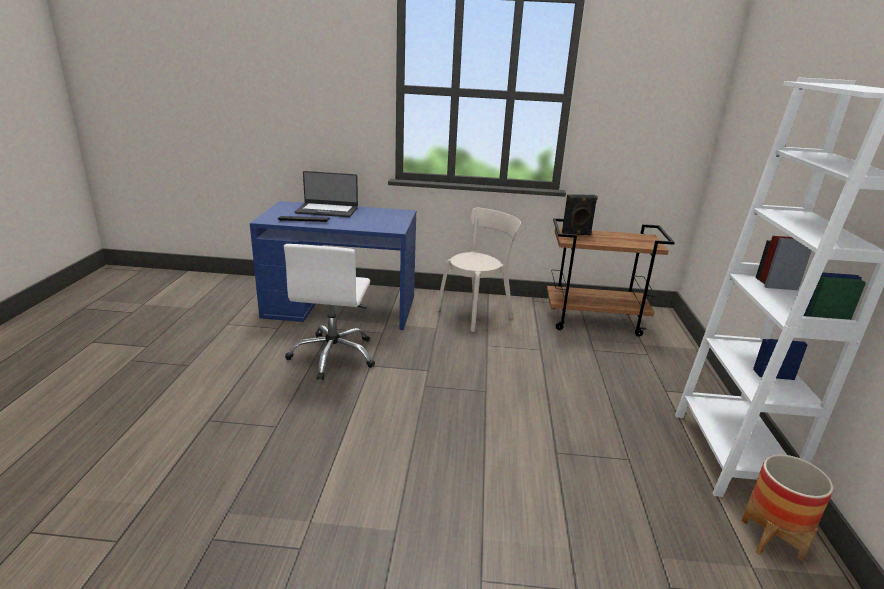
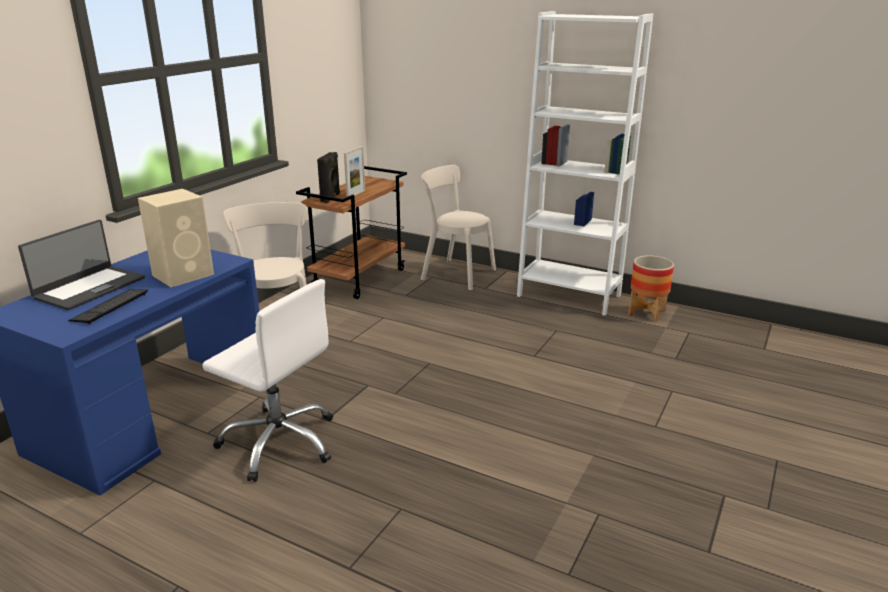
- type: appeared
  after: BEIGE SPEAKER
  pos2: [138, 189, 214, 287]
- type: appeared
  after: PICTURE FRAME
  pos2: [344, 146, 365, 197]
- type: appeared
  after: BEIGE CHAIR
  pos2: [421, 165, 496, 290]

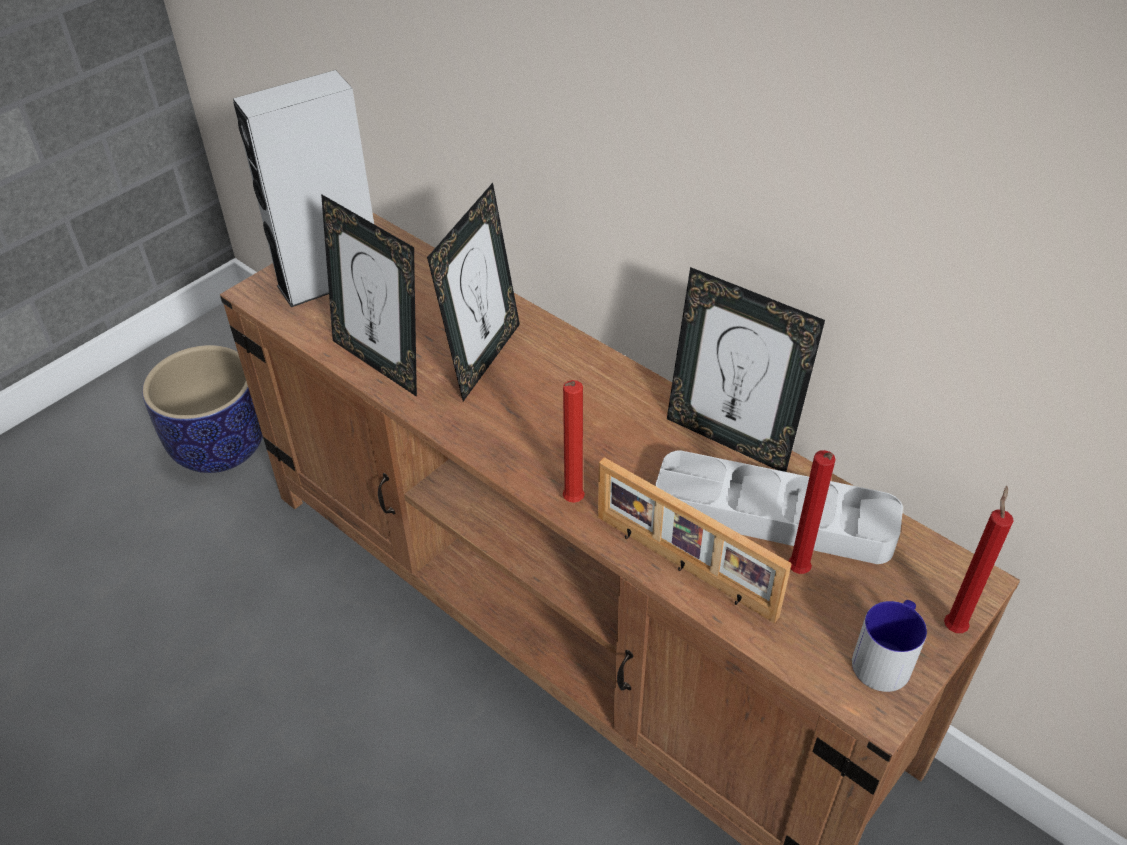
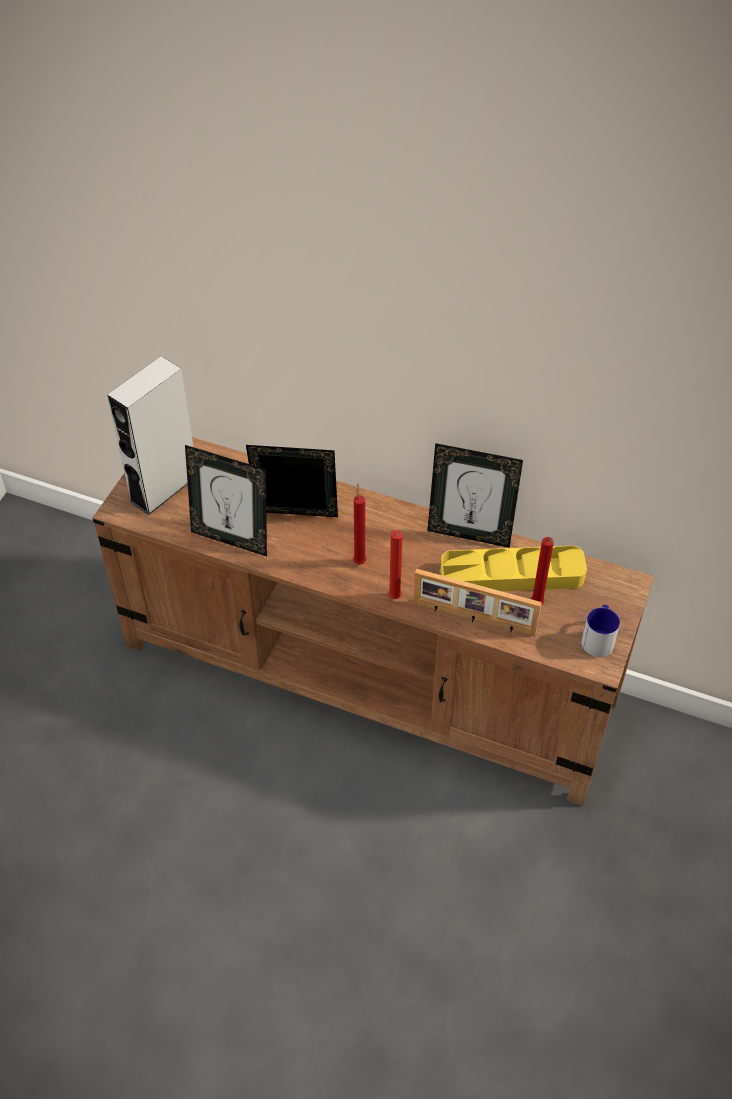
- type: missing
  before: PLANTER
  pos1: [142, 345, 263, 473]
- type: spun
  before: PICTURE FRAME
  pos1: [427, 183, 520, 401]
  pos2: [246, 445, 338, 517]
  turn: -90
- type: colour
  before: GREY TRAY
  after: YELLOW TRAY
  pos1: [656, 450, 903, 564]
  pos2: [440, 546, 587, 591]
- type: relocated
  before: RED CANDLE
  pos1: [944, 486, 1014, 633]
  pos2: [353, 483, 366, 564]

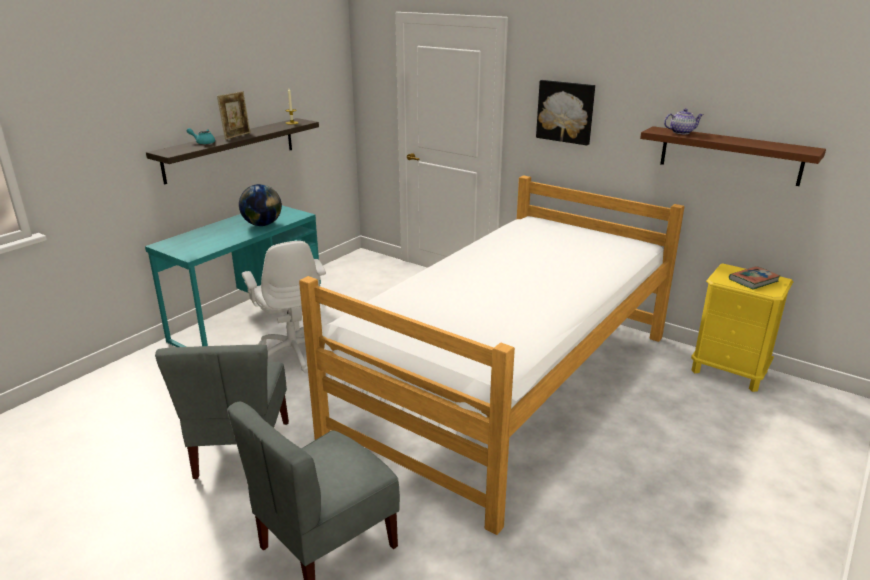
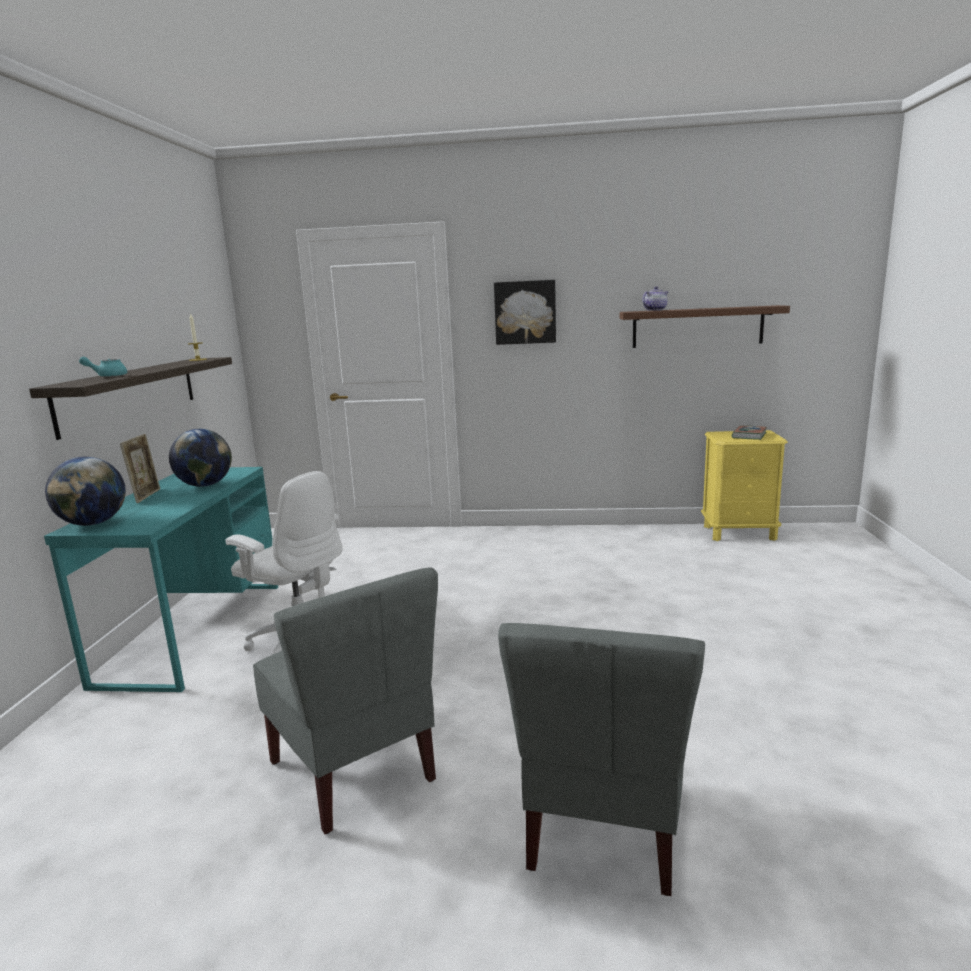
- type: relocated
  before: PICTURE FRAME
  pos1: [217, 91, 250, 140]
  pos2: [120, 434, 160, 503]
- type: missing
  before: BED
  pos1: [299, 175, 684, 535]
- type: appeared
  after: GLOBE
  pos2: [45, 457, 126, 526]

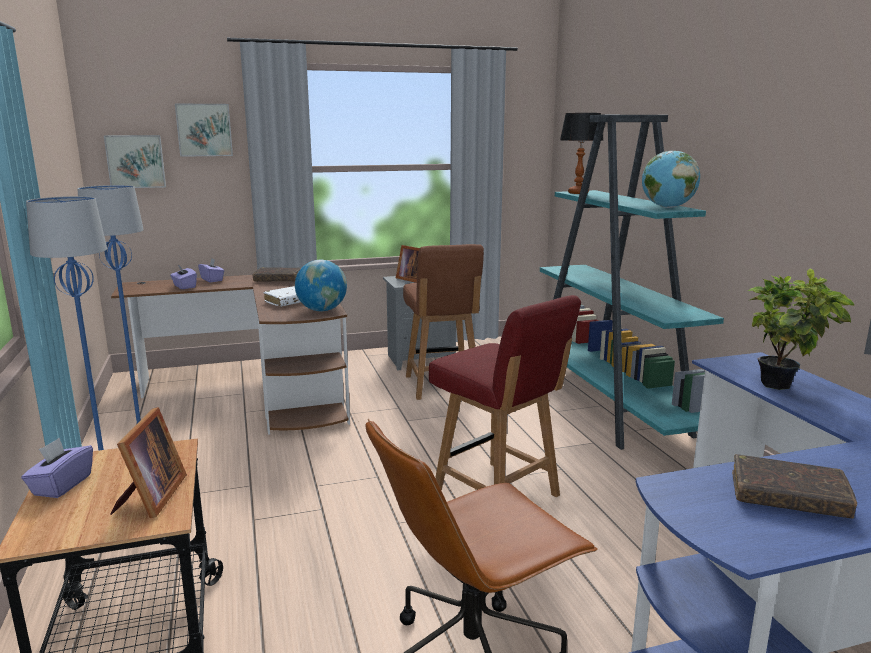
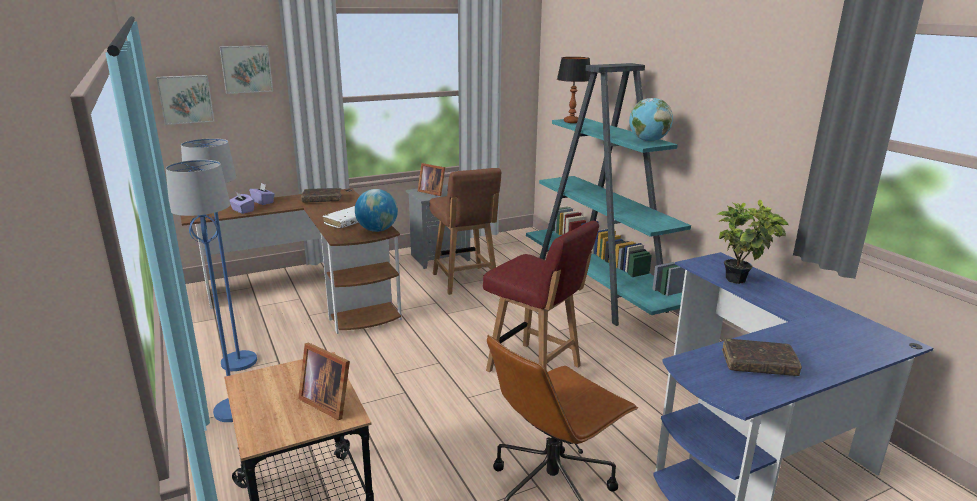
- type: missing
  before: PURPLE TISSUE BOX
  pos1: [21, 438, 93, 498]
- type: spun
  before: PICTURE FRAME
  pos1: [110, 407, 187, 518]
  pos2: [298, 343, 350, 420]
  turn: 135

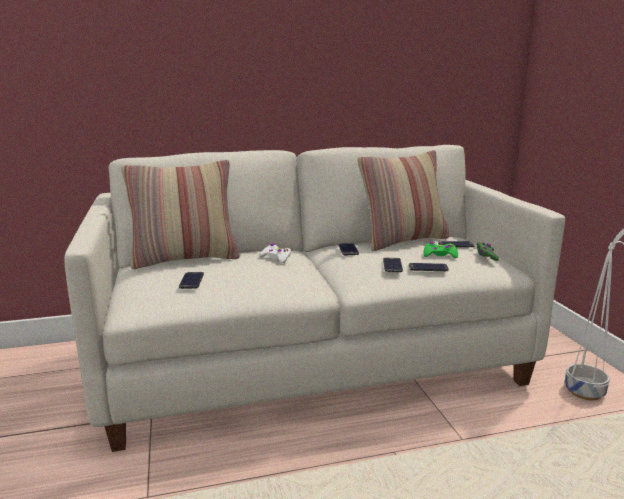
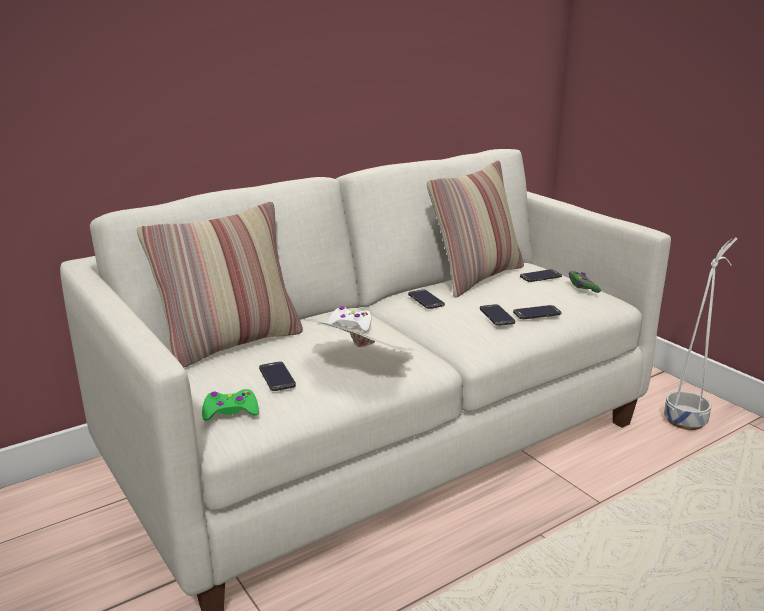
- type: relocated
  before: GREEN GAME CONTROLLER
  pos1: [423, 242, 458, 258]
  pos2: [202, 389, 259, 421]
- type: appeared
  after: NEWSPAPER
  pos2: [305, 319, 415, 354]

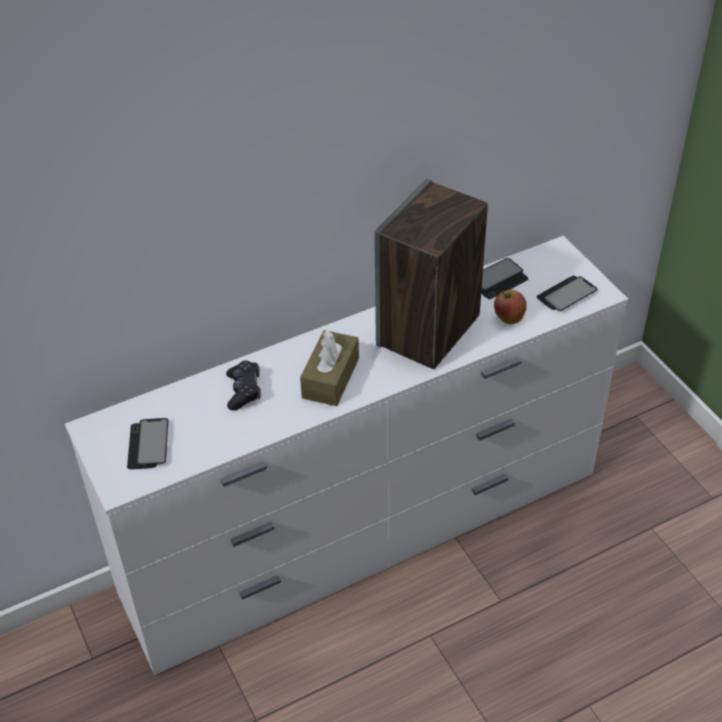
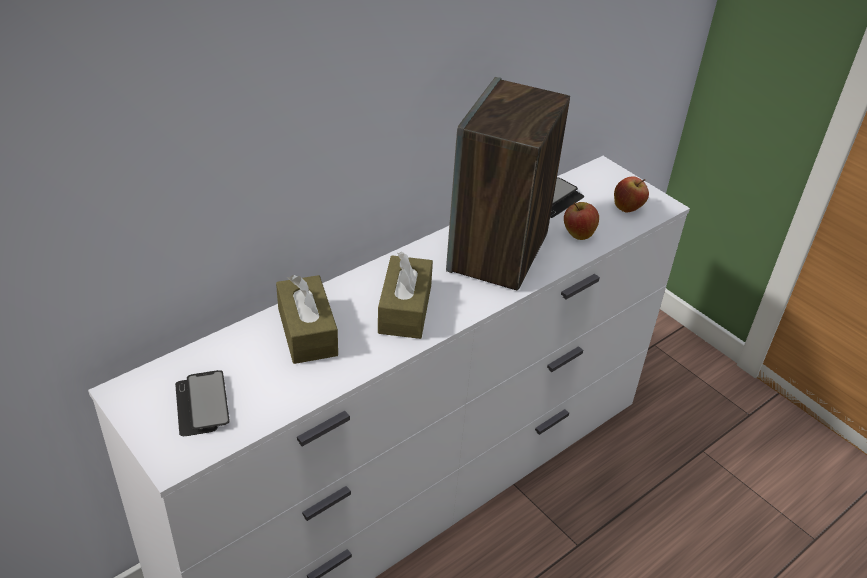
- type: exchanged
  before: BLACK GAME CONTROLLER
  after: BROWN TISSUE BOX
  pos1: [226, 360, 261, 410]
  pos2: [276, 275, 338, 364]
- type: exchanged
  before: PHONE
  after: APPLE
  pos1: [537, 276, 598, 311]
  pos2: [614, 177, 649, 212]

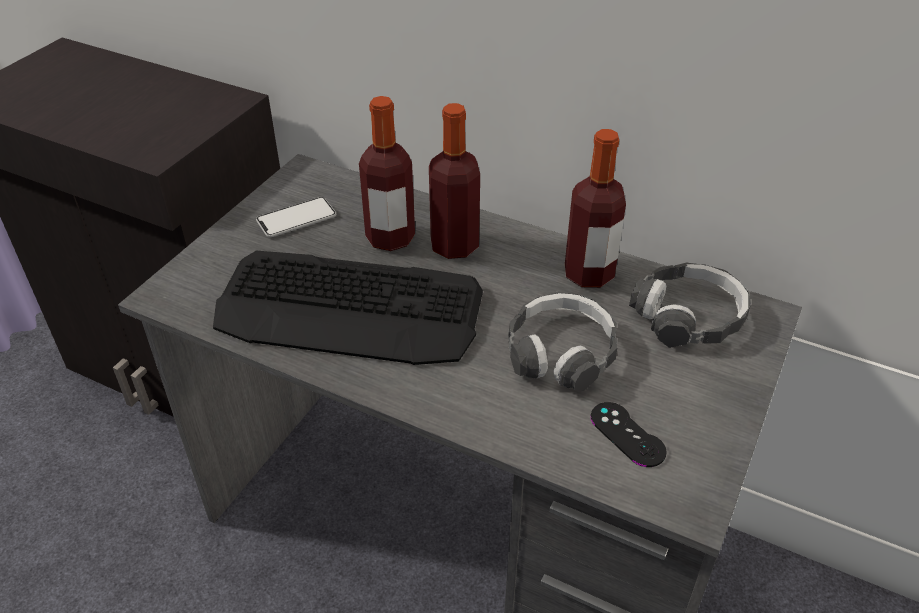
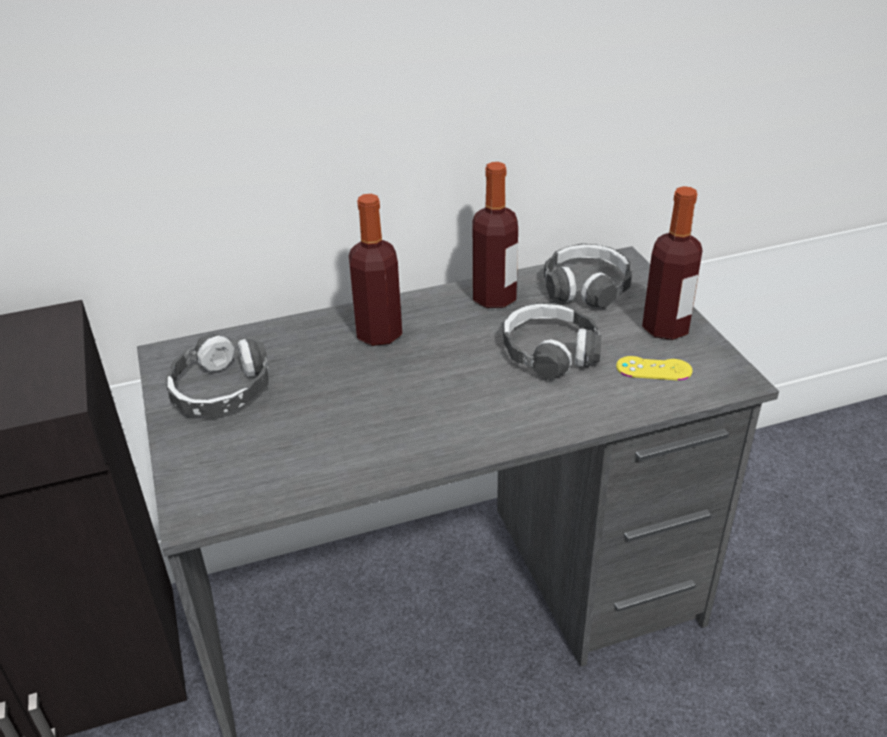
- type: missing
  before: KEYBOARD
  pos1: [213, 251, 483, 365]
- type: exchanged
  before: PHONE
  after: HEADPHONES
  pos1: [256, 197, 336, 237]
  pos2: [165, 333, 269, 416]
- type: relocated
  before: BOTTLE
  pos1: [359, 96, 415, 251]
  pos2: [642, 186, 703, 340]
- type: colour
  before: BLACK GAME CONTROLLER
  after: YELLOW GAME CONTROLLER
  pos1: [591, 402, 667, 467]
  pos2: [616, 356, 692, 381]

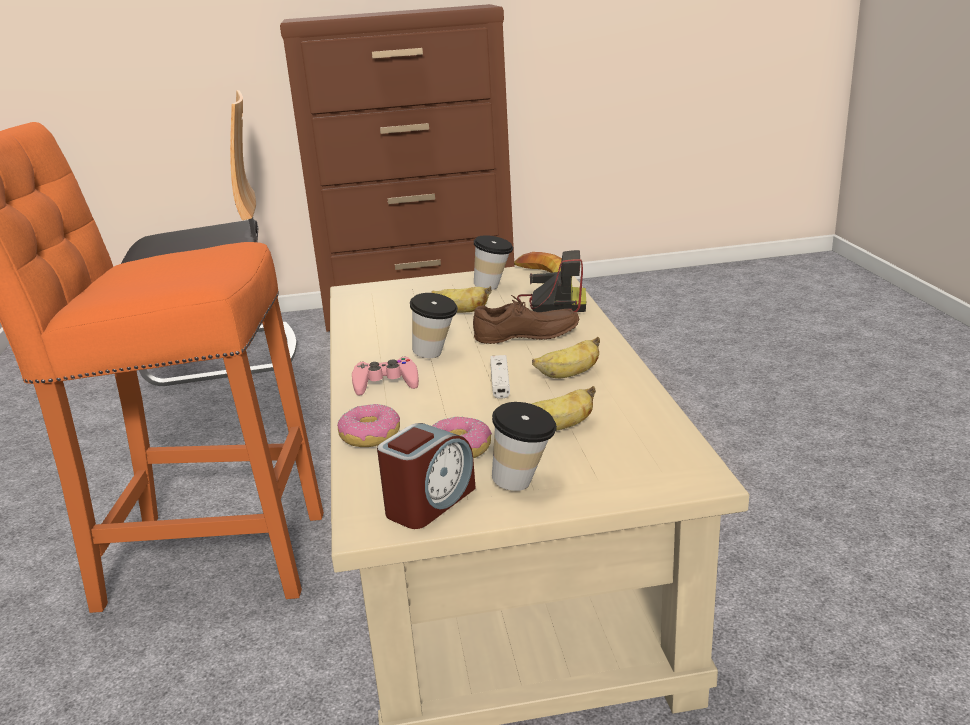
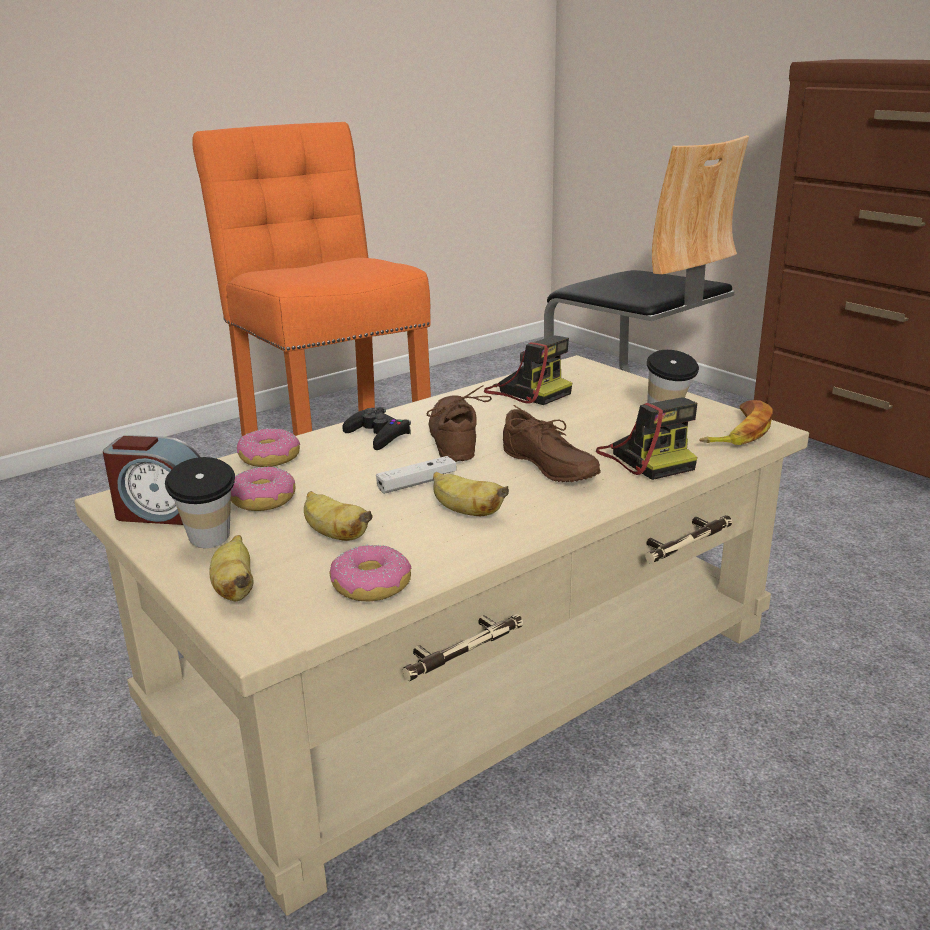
- type: colour
  before: PINK GAME CONTROLLER
  after: BLACK GAME CONTROLLER
  pos1: [352, 356, 419, 396]
  pos2: [342, 407, 411, 450]
- type: exchanged
  before: CUP
  after: BROWN SHOE
  pos1: [410, 293, 458, 358]
  pos2: [426, 385, 492, 462]
- type: relocated
  before: BANANA
  pos1: [431, 286, 492, 313]
  pos2: [209, 535, 254, 602]
- type: appeared
  after: DONUT
  pos2: [330, 545, 412, 601]
- type: appeared
  after: PHOTO CAMERA
  pos2: [484, 336, 572, 405]

